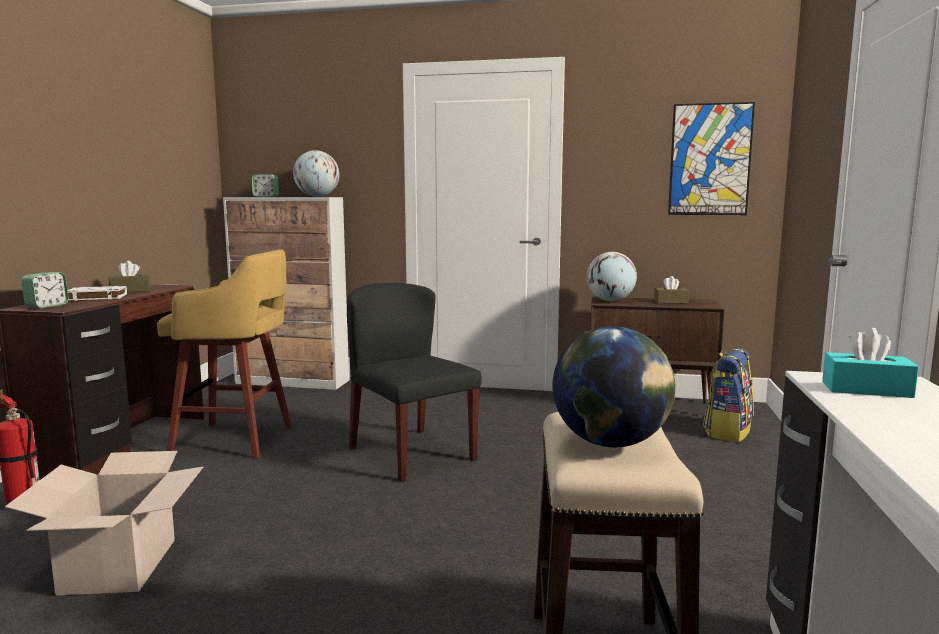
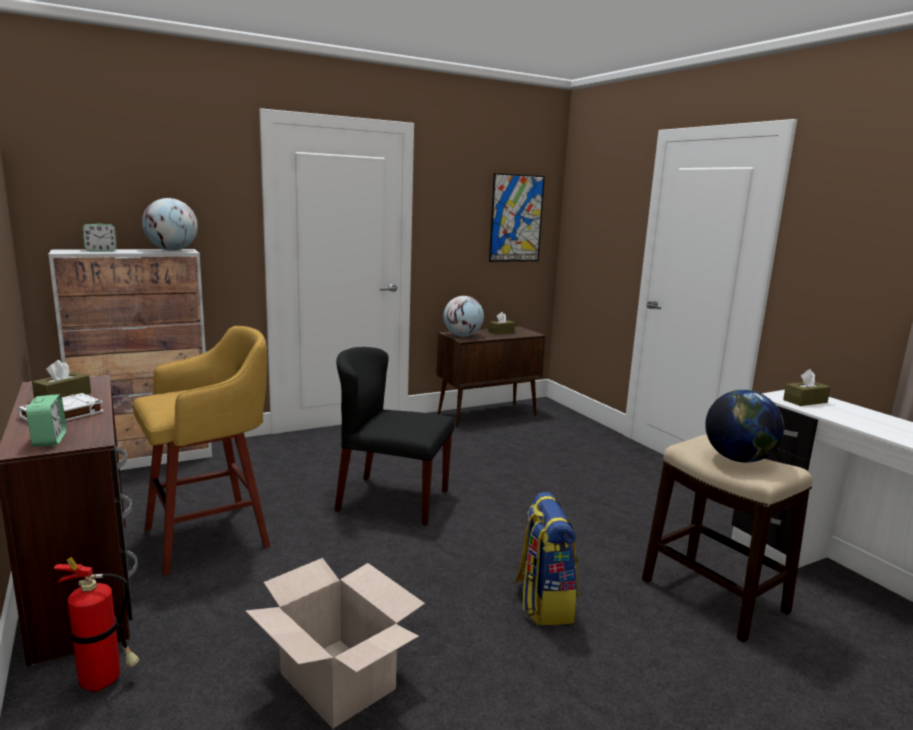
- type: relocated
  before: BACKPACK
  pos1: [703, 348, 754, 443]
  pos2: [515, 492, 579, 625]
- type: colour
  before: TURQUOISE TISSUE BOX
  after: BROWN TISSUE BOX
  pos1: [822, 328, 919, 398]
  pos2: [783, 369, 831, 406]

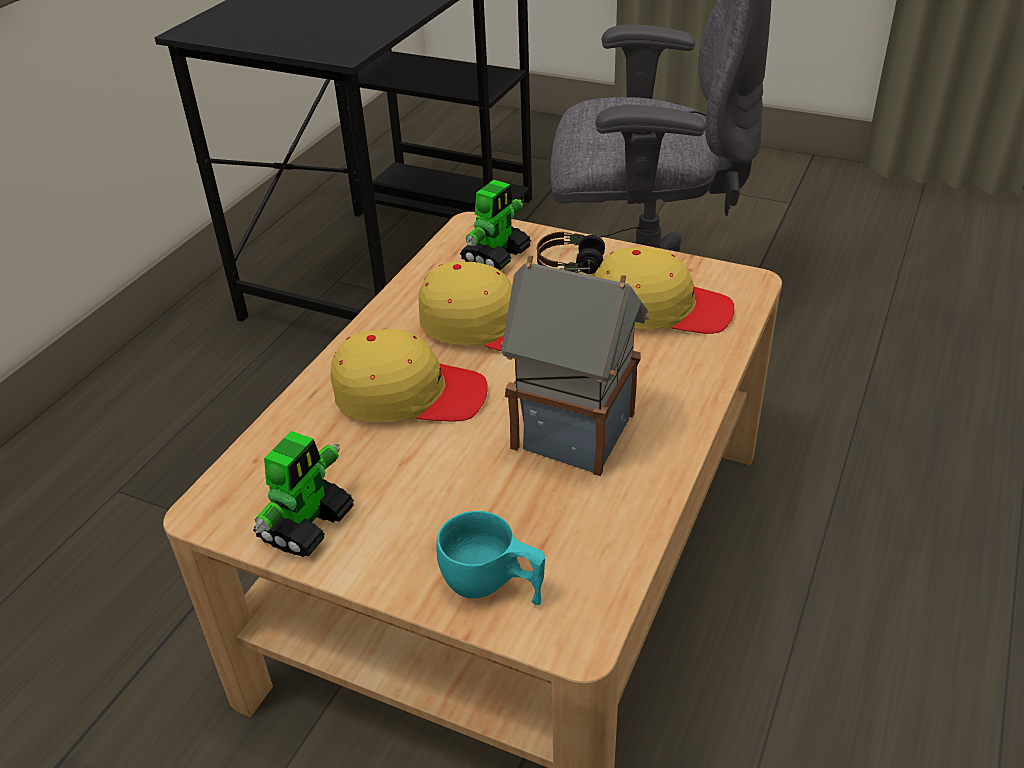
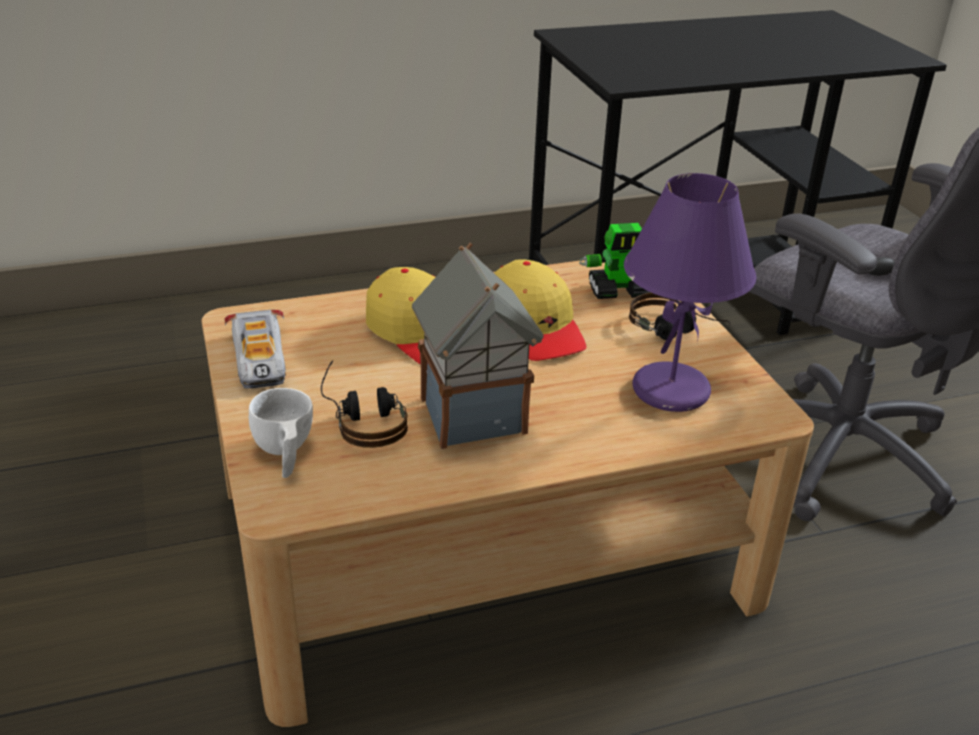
- type: exchanged
  before: TOY ROBOT
  after: TOY CAR
  pos1: [253, 431, 354, 557]
  pos2: [225, 310, 286, 389]
- type: colour
  before: TURQUOISE CUP
  after: WHITE CUP
  pos1: [436, 511, 545, 605]
  pos2: [249, 388, 313, 478]
- type: exchanged
  before: YELLOW CAP
  after: PURPLE TABLE LAMP
  pos1: [595, 247, 734, 334]
  pos2: [624, 173, 756, 412]
- type: appeared
  after: HEADPHONES
  pos2: [321, 360, 408, 448]

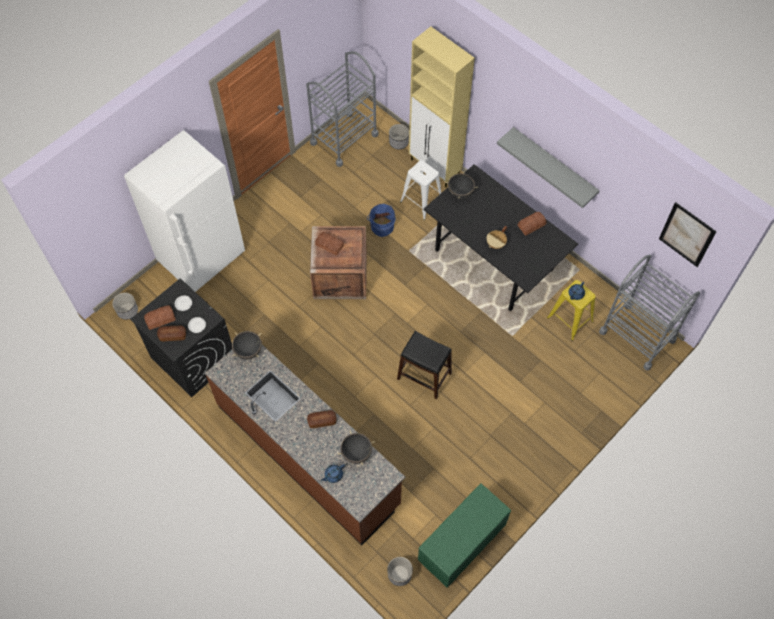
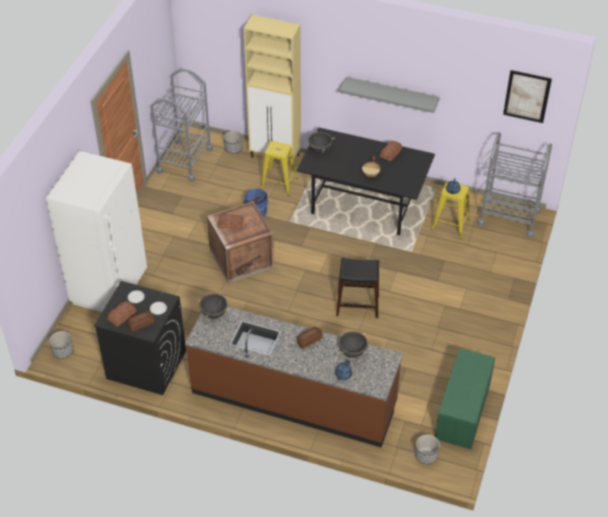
- type: colour
  before: WHITE STOOL
  after: YELLOW STOOL
  pos1: [400, 160, 441, 220]
  pos2: [261, 141, 297, 196]

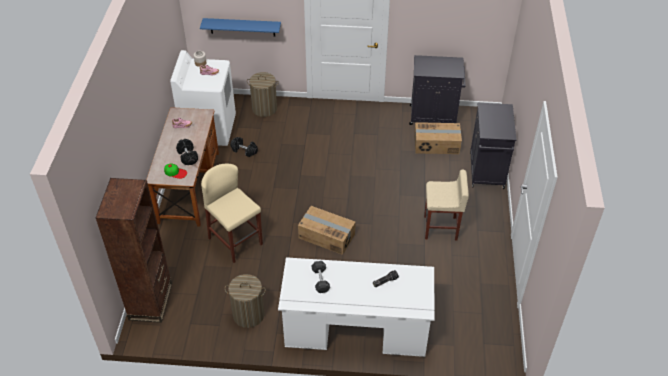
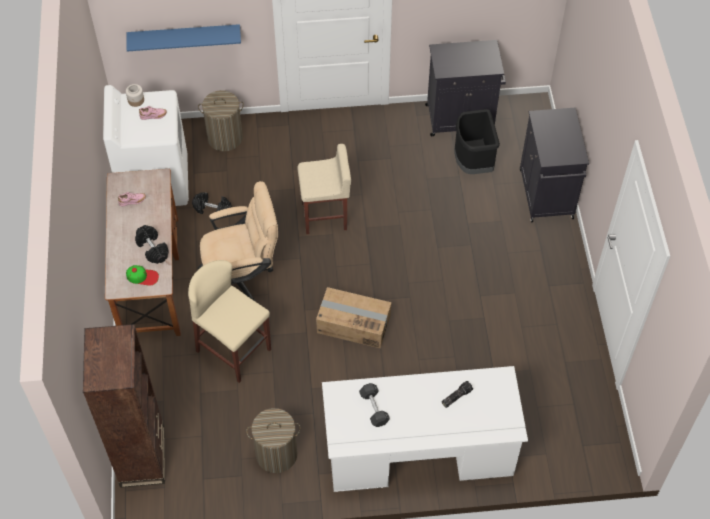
- type: exchanged
  before: CARDBOARD BOX
  after: BLACK TRASH CAN
  pos1: [414, 122, 462, 154]
  pos2: [455, 109, 500, 174]
- type: relocated
  before: BEIGE STOOL
  pos1: [424, 170, 469, 240]
  pos2: [298, 144, 351, 234]
- type: appeared
  after: BEIGE OFFICE CHAIR
  pos2: [198, 181, 278, 302]

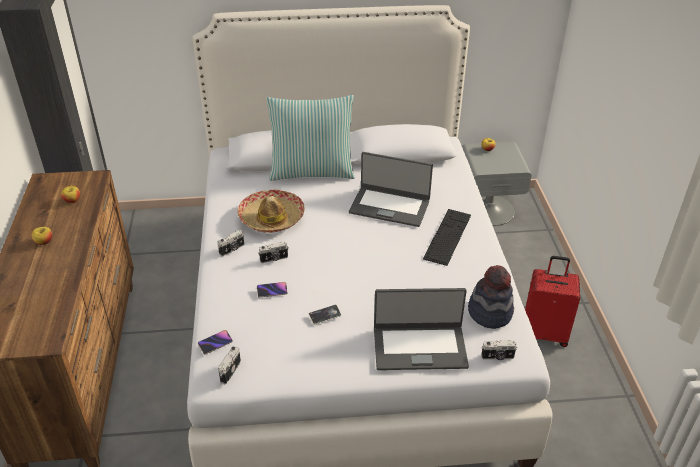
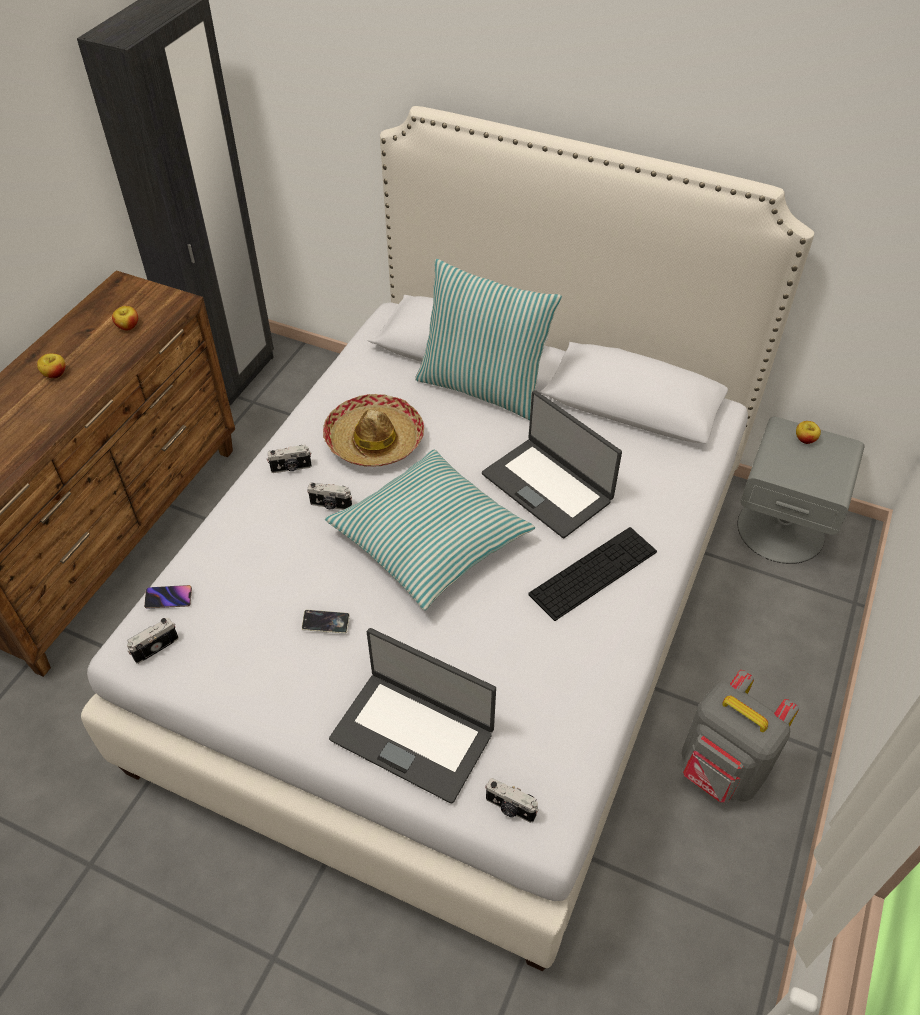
- type: missing
  before: PHONE
  pos1: [257, 282, 287, 297]
- type: missing
  before: HAT
  pos1: [468, 265, 514, 329]
- type: exchanged
  before: RED SUITCASE
  after: GREY BACKPACK
  pos1: [525, 256, 580, 347]
  pos2: [681, 670, 799, 803]
- type: appeared
  after: PILLOW
  pos2: [325, 449, 535, 610]

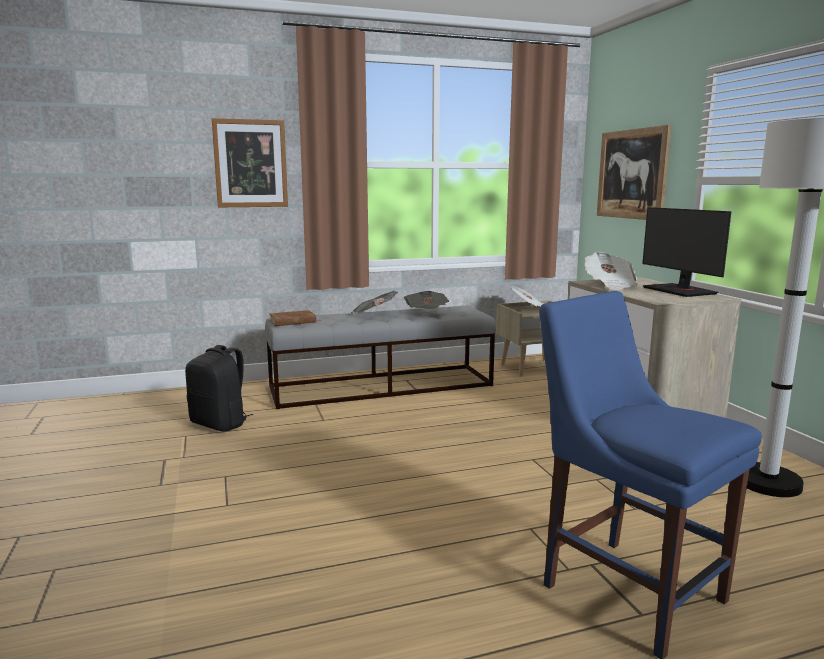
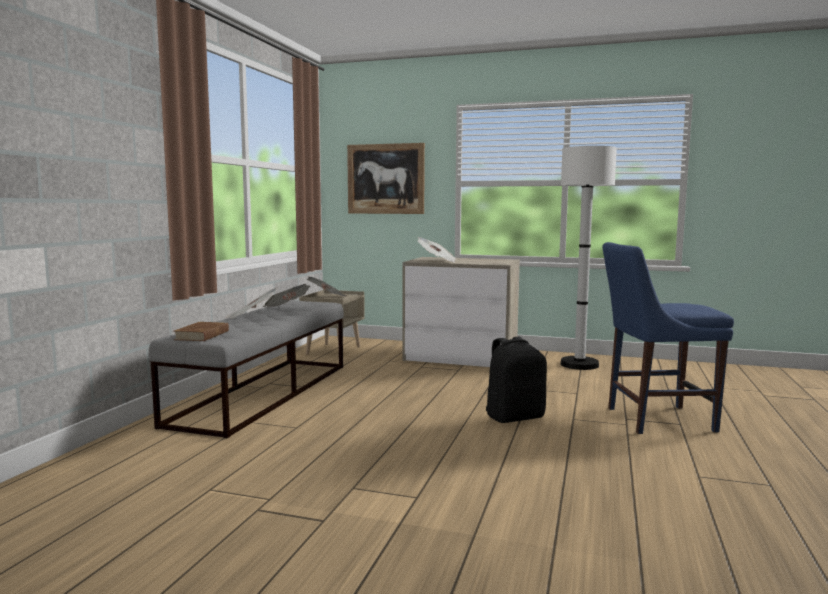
- type: relocated
  before: BLACK BACKPACK
  pos1: [185, 345, 253, 432]
  pos2: [486, 337, 547, 423]
- type: missing
  before: PICTURE
  pos1: [212, 118, 288, 207]
- type: missing
  before: MONITOR
  pos1: [642, 207, 732, 297]

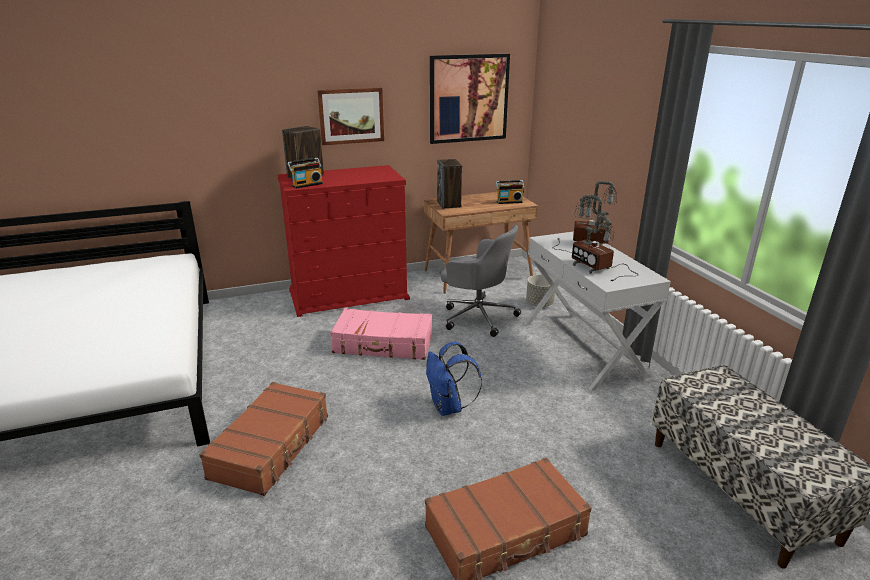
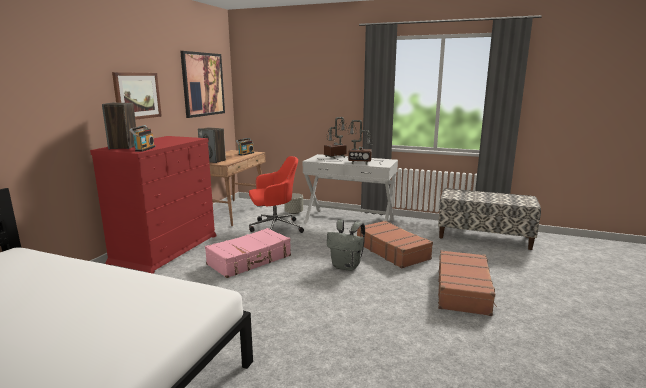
- type: relocated
  before: BROWN SUITCASE
  pos1: [199, 382, 328, 496]
  pos2: [357, 221, 433, 268]
- type: colour
  before: BLUE BACKPACK
  after: GREY BACKPACK
  pos1: [426, 342, 482, 416]
  pos2: [327, 220, 365, 271]
- type: colour
  before: GREY OFFICE CHAIR
  after: RED OFFICE CHAIR
  pos1: [441, 225, 521, 337]
  pos2: [249, 156, 304, 233]

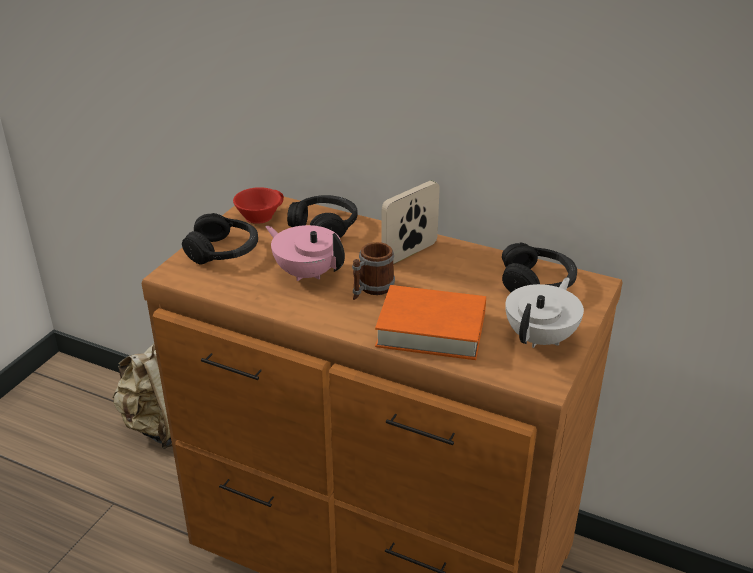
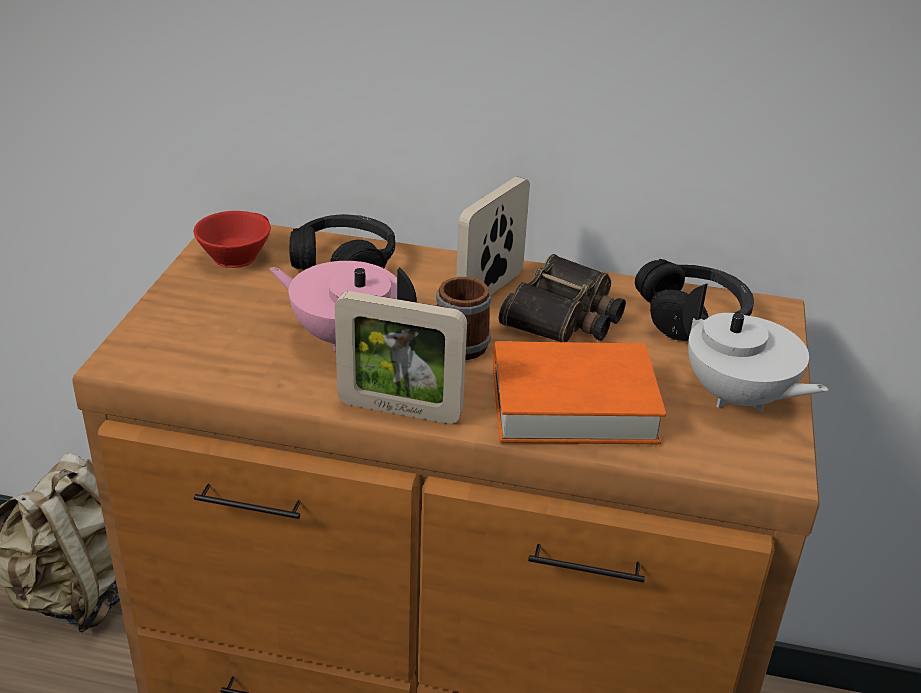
- type: missing
  before: BLACK HEADPHONES
  pos1: [182, 213, 258, 264]
- type: spun
  before: WHITE TEAPOT
  pos1: [505, 277, 584, 348]
  pos2: [683, 283, 829, 412]
  turn: 120
- type: appeared
  after: PICTURE FRAME
  pos2: [335, 291, 467, 424]
- type: appeared
  after: BINOCULARS
  pos2: [498, 254, 626, 342]

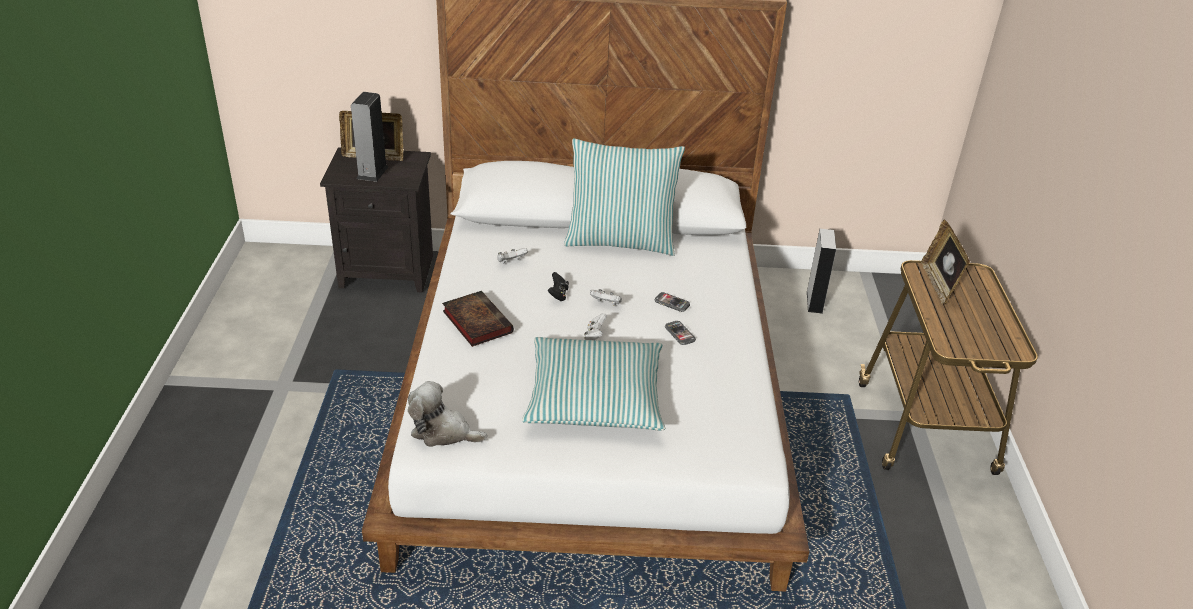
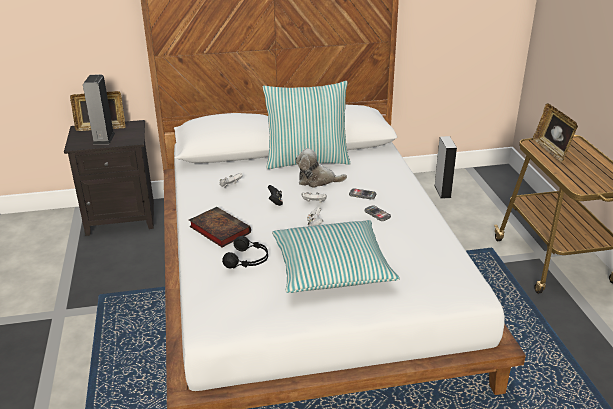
- type: relocated
  before: PLUSH TOY
  pos1: [408, 381, 487, 447]
  pos2: [295, 148, 347, 188]
- type: appeared
  after: BLACK HEADPHONES
  pos2: [222, 236, 268, 269]

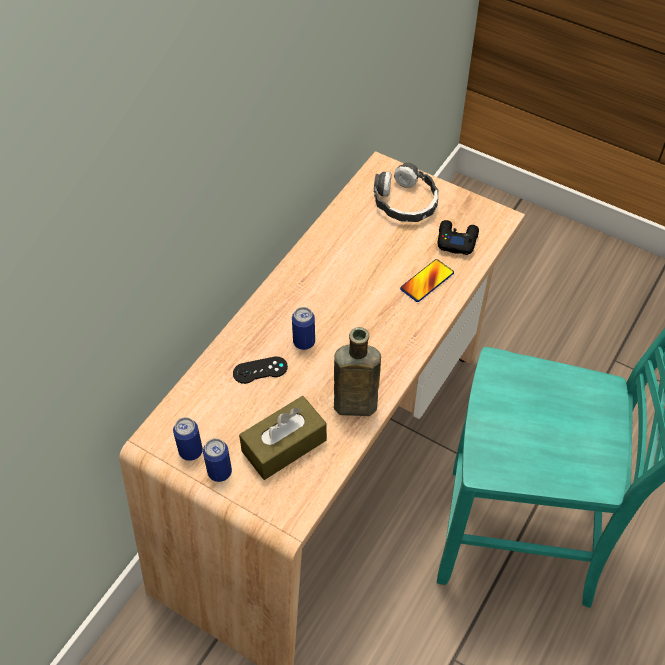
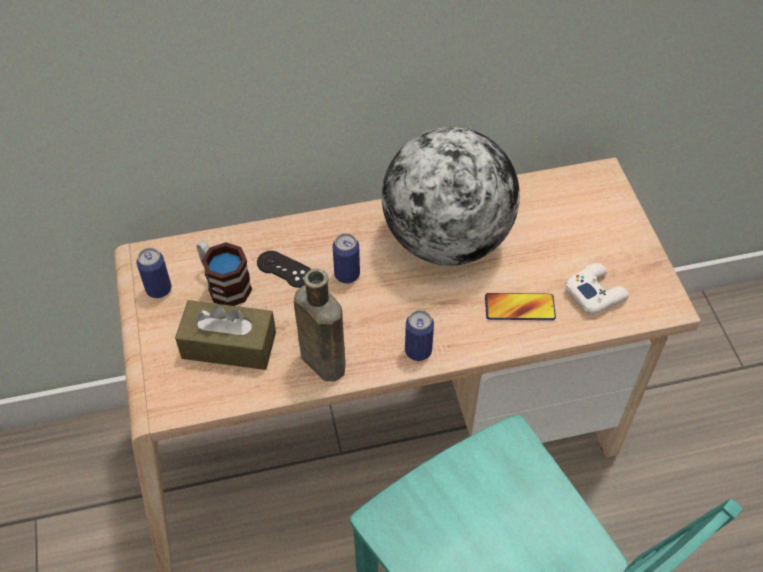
- type: relocated
  before: CAN
  pos1: [203, 438, 232, 482]
  pos2: [405, 310, 434, 361]
- type: missing
  before: HEADPHONES
  pos1: [374, 162, 438, 222]
- type: colour
  before: BLACK GAME CONTROLLER
  after: WHITE GAME CONTROLLER
  pos1: [438, 220, 479, 255]
  pos2: [565, 263, 629, 314]
- type: appeared
  after: MUG
  pos2: [197, 241, 252, 306]
- type: appeared
  after: GLOBE
  pos2: [382, 127, 520, 266]

